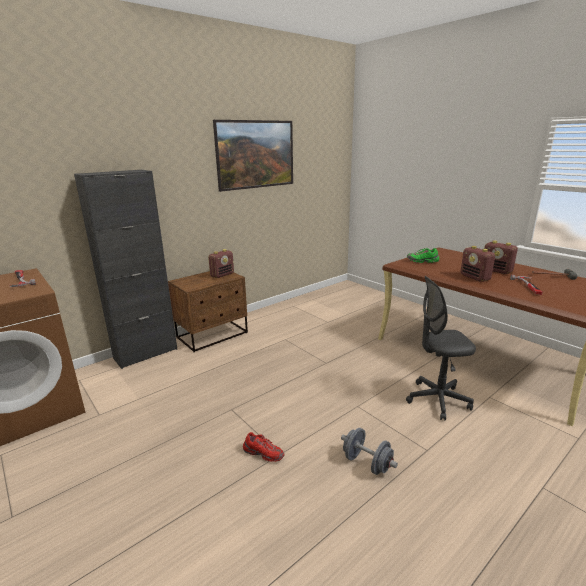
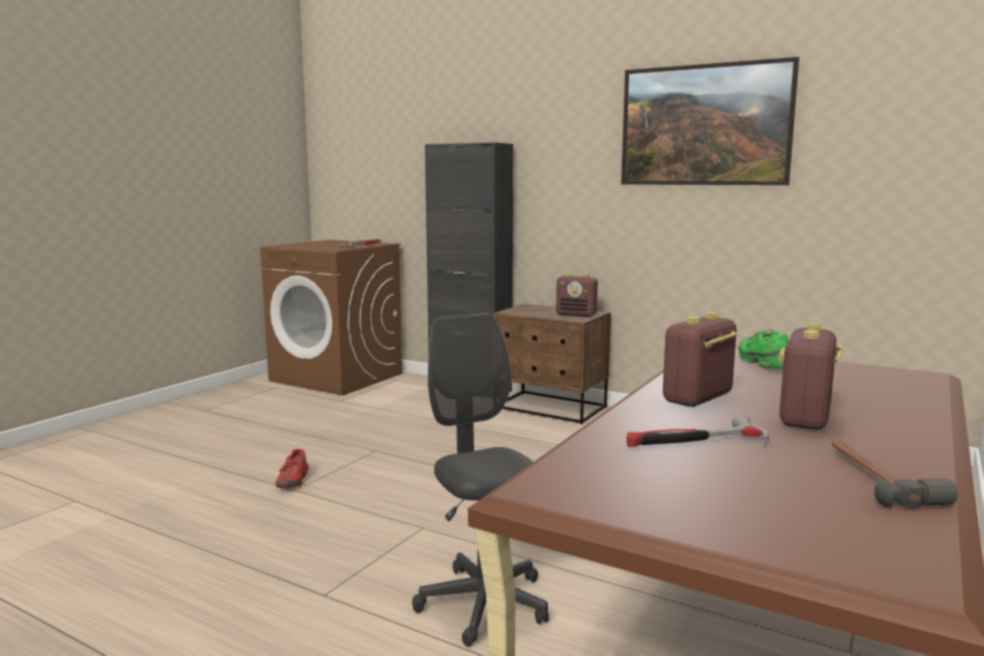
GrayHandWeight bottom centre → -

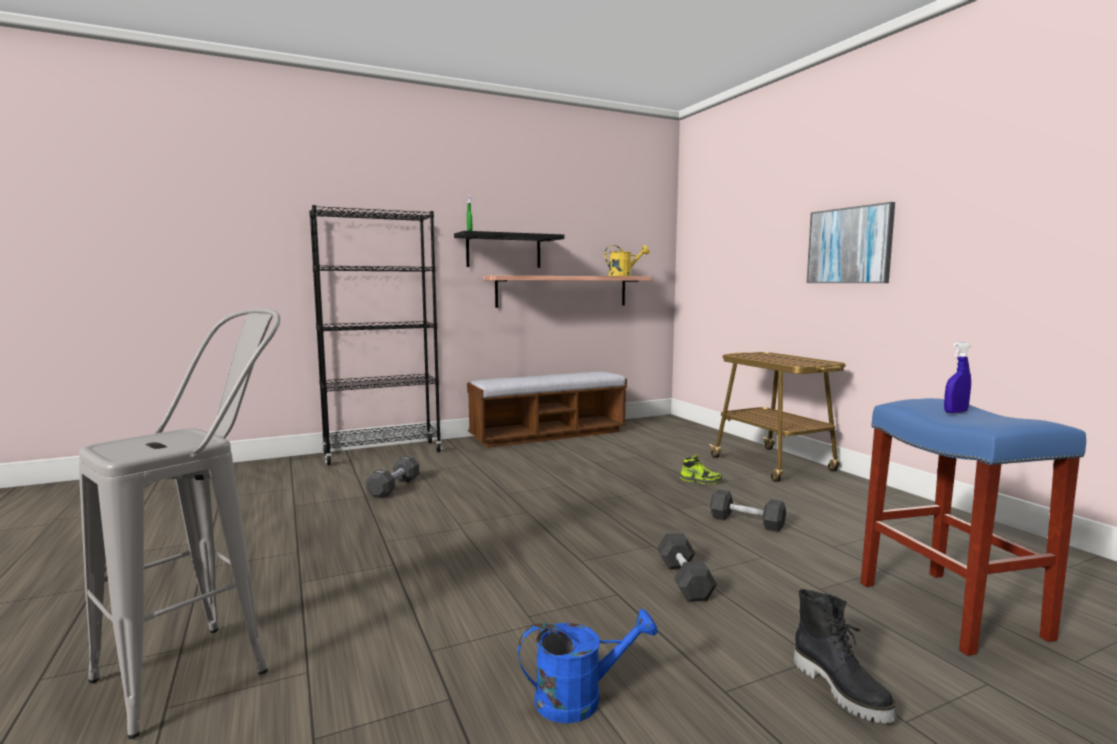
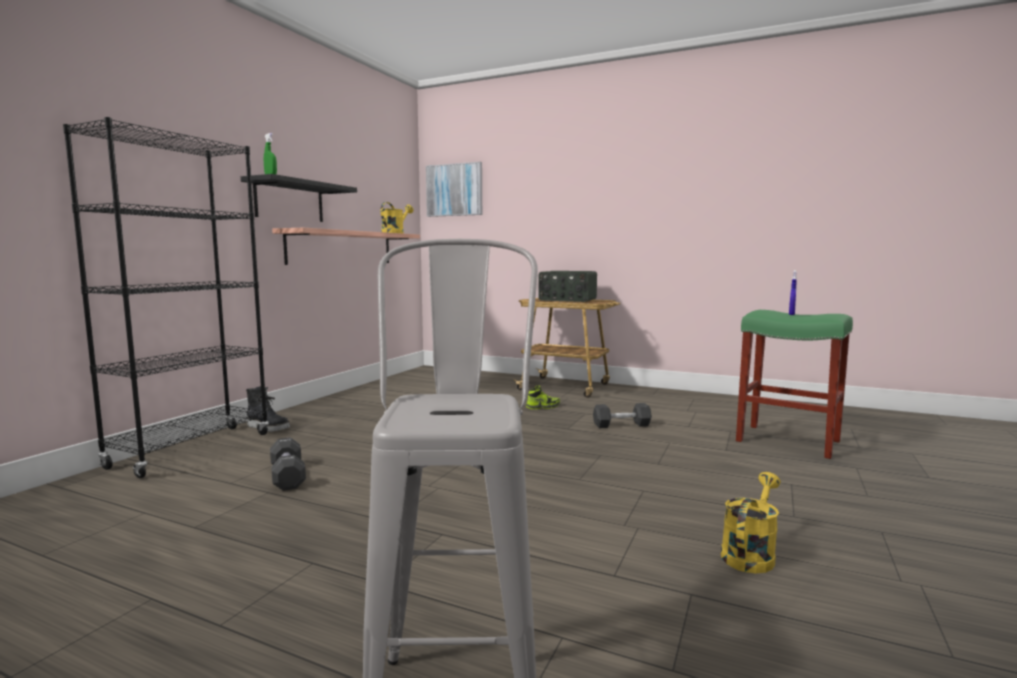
Picture top right → Picture top centre, moved
IndoorBench centre → -
BlueColouredStoolSeat bottom right → GreenishStoolSeat middle right
BlackishHandWeight (2nd from left) bottom centre → -
BlackishTallBoot bottom right → BlackishTallBoot middle left, moved
BlueColouredSprinklingCan bottom centre → YellowSprinklingCan (2nd from left) bottom right
- → RadioReceiver centre

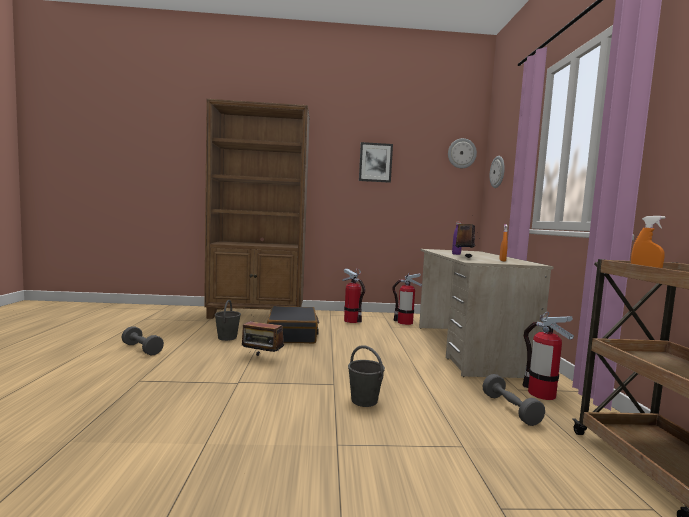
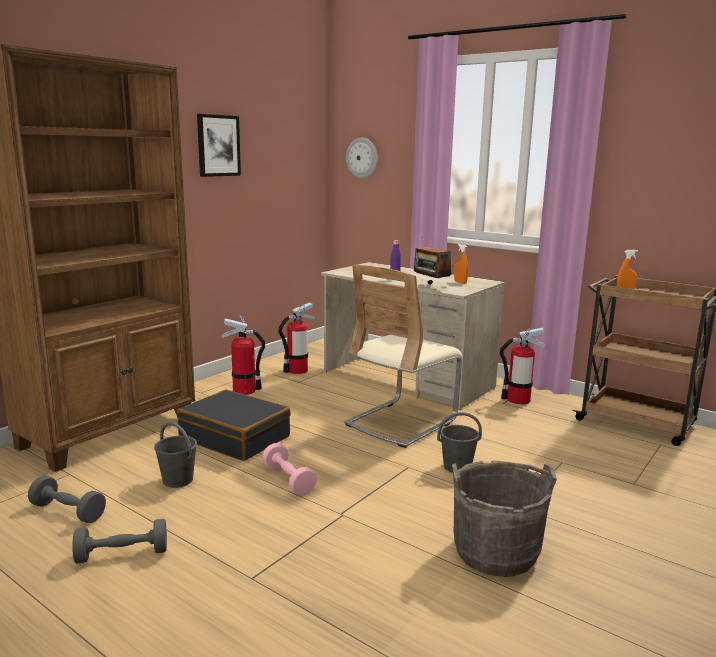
WallClock (1st from left) top right → -
RadioReceiver (1st from left) centre → PinkishHandWeight bottom centre
GrayHandWeight (2nd from left in the first image) bottom right → GrayHandWeight (1st from left) bottom left, moved
- → BeigeColouredPlainChair centre
- → GrayPail (3rd from left) bottom right

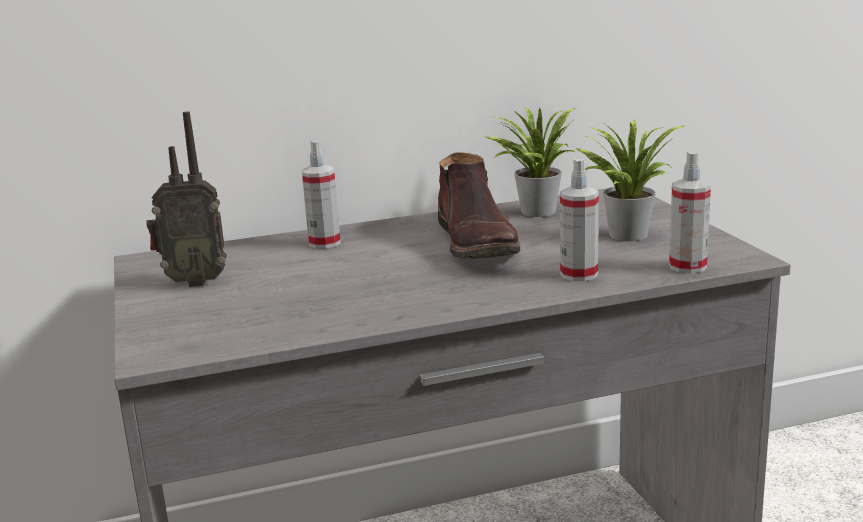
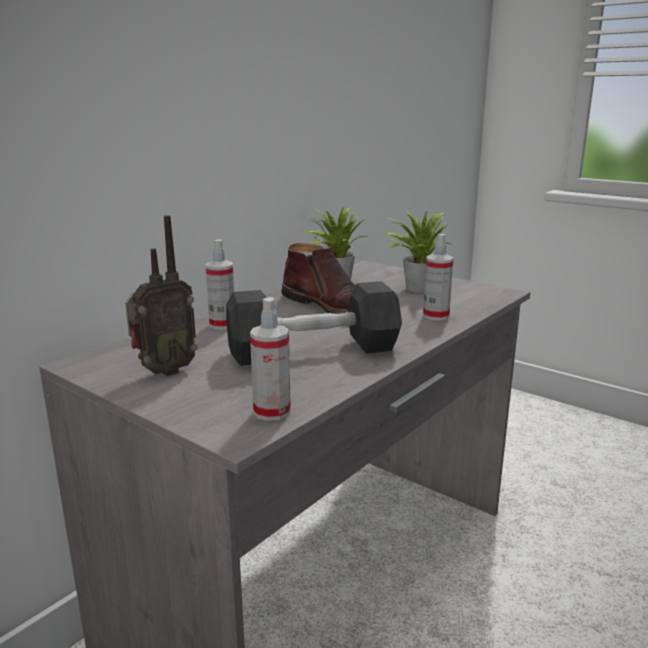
HandSprayer (3rd from left in the first image) middle right → HandSprayer (2nd from left) centre, moved
- → BlackishHandWeight centre

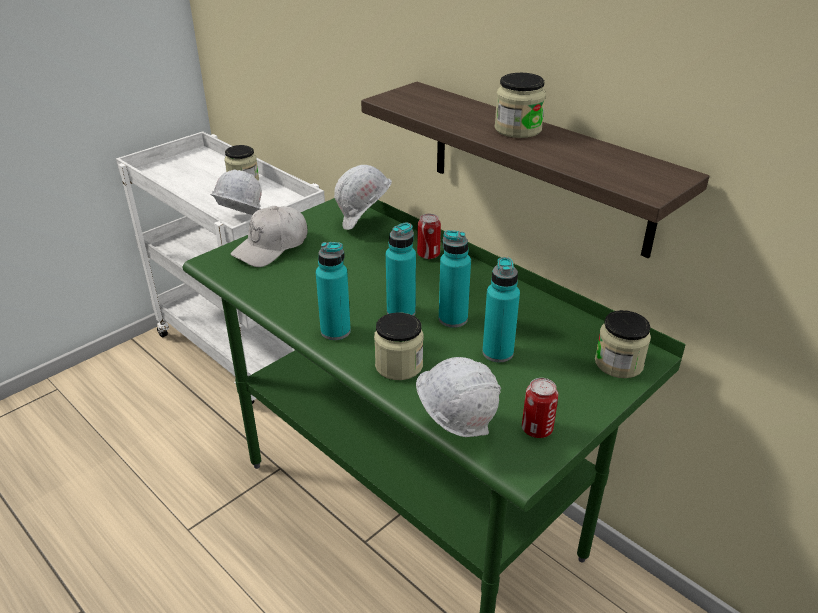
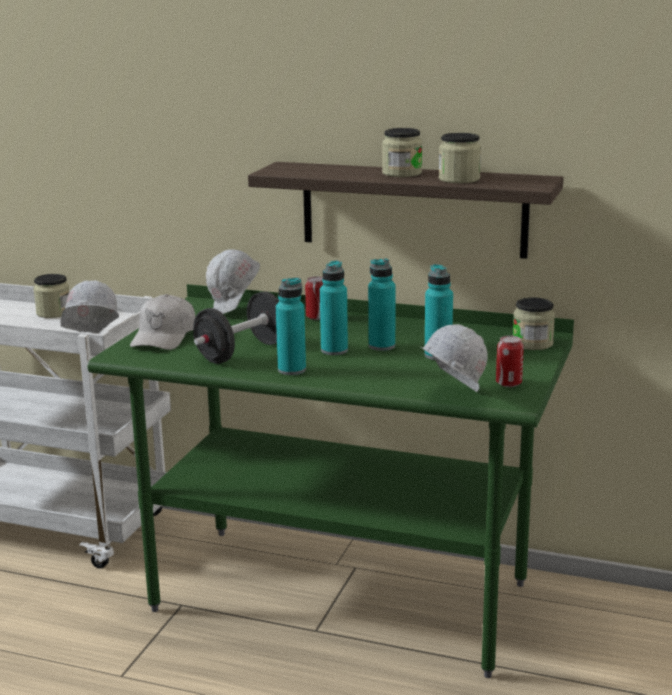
PreserveJar (2nd from left in the first image) centre → PreserveJar (3rd from left) top right, moved
- → BlackishHandWeight centre

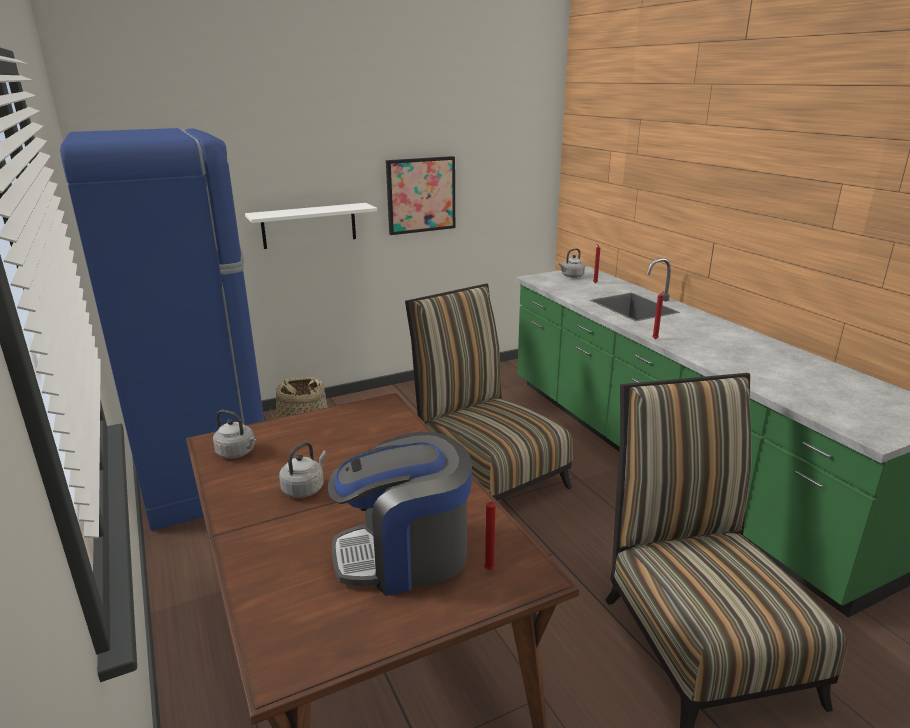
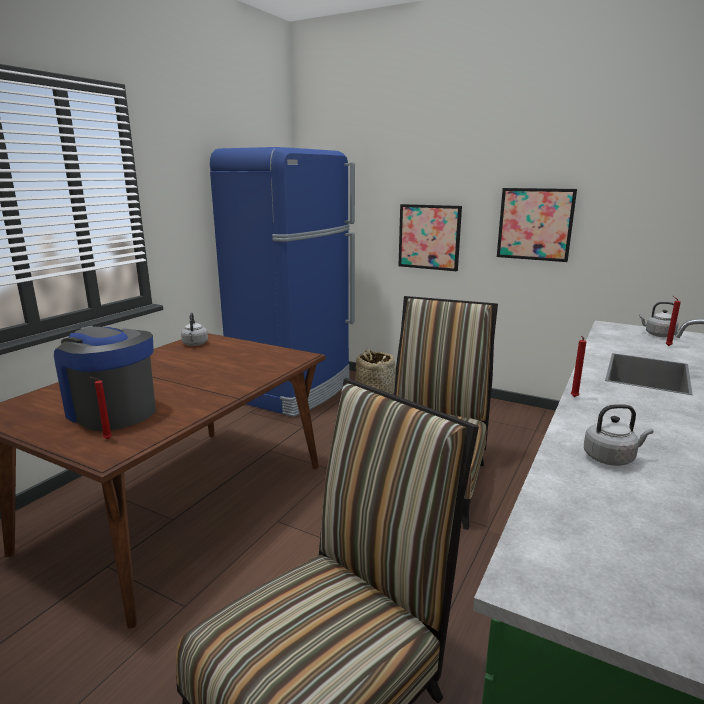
WhiteShelf top centre → Picture (1st from left) centre
GrayTeaKettle (2nd from left) middle left → GrayTeaKettle (2nd from left) middle right, moved

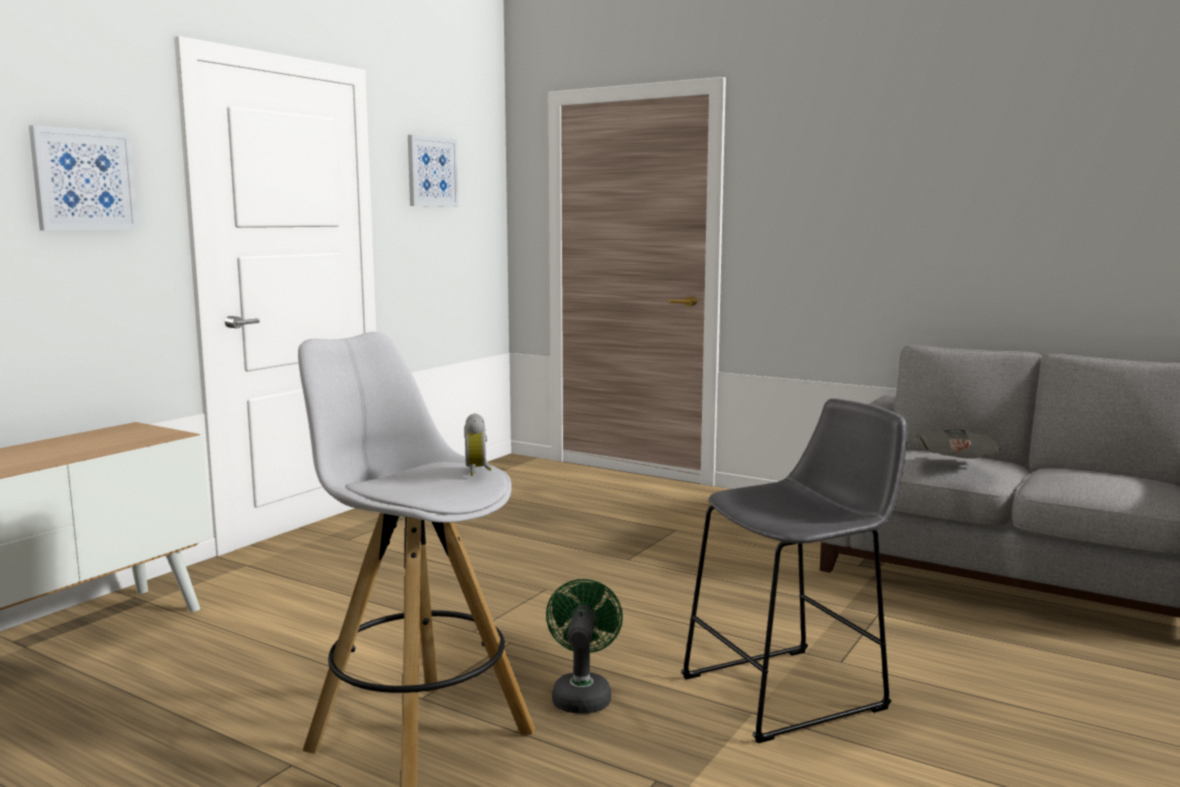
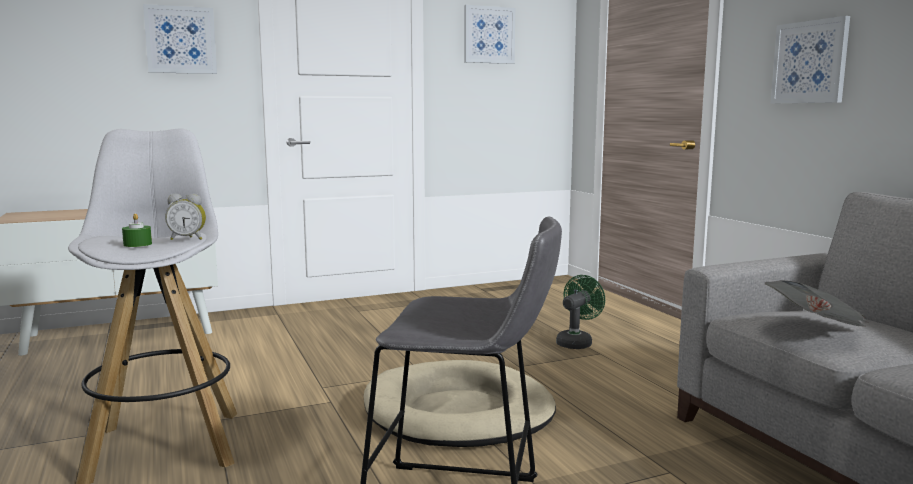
TableClock centre → TableClock middle left, 120 degrees counterclockwise
GreenishElectricFan bottom centre → GreenishElectricFan centre, moved
- → Picture (3rd from left) top right
- → GreenishWaxLight middle left
- → BeigeColouredDogBed bottom centre

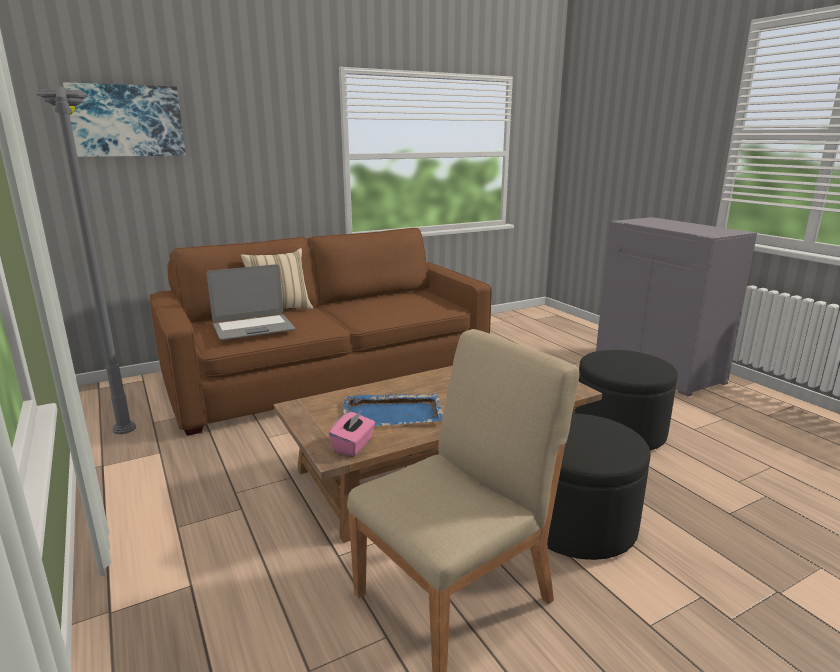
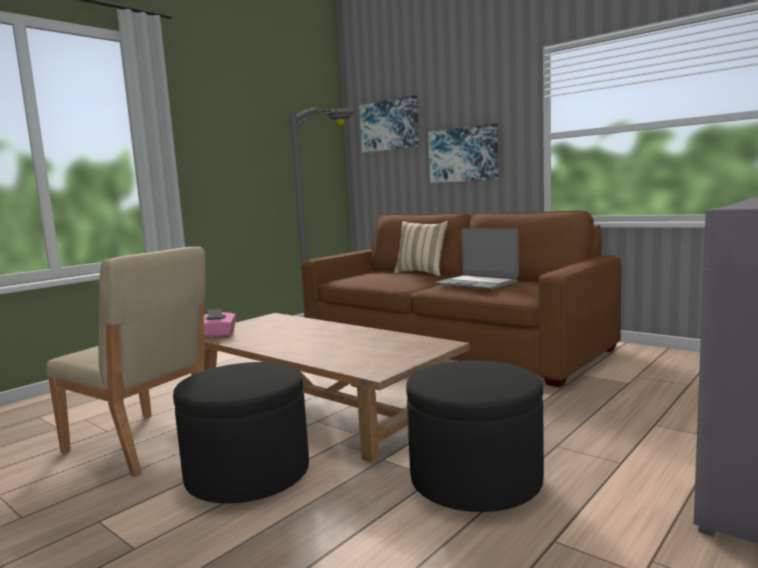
Laptop middle left → Laptop centre, moved
BlueColouredTray centre → -
- → Picture (2nd from left) top centre

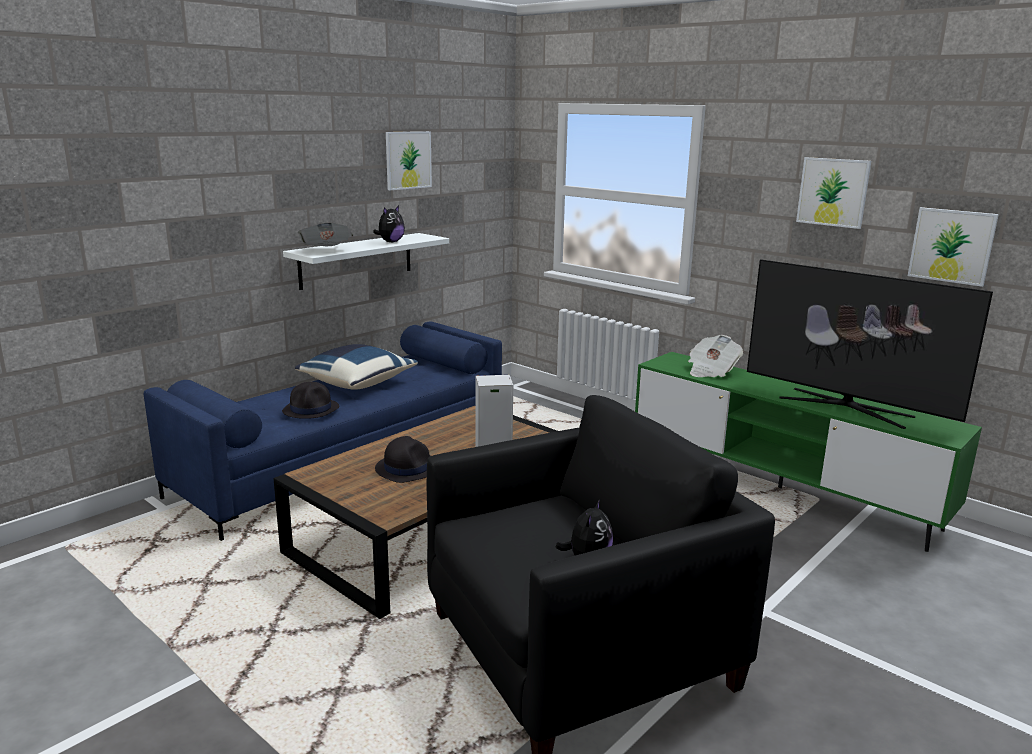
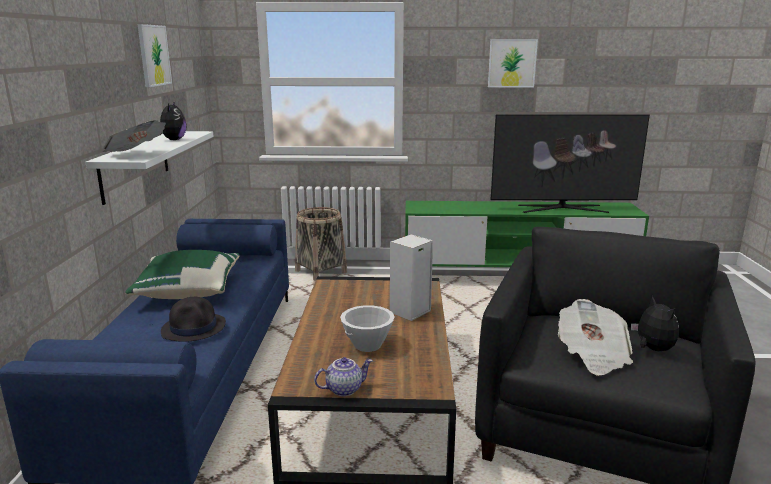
Picture (3rd from left) top right → -
Newspaper (2nd from left) middle right → Newspaper (2nd from left) bottom right, moved
BlueColouredThrowPillow centre → GreenishThrowPillow middle left
BlackishWearableHat (2nd from left) centre → WhiteDeepDish bottom centre
- → Basket centre
- → PotForTea bottom centre

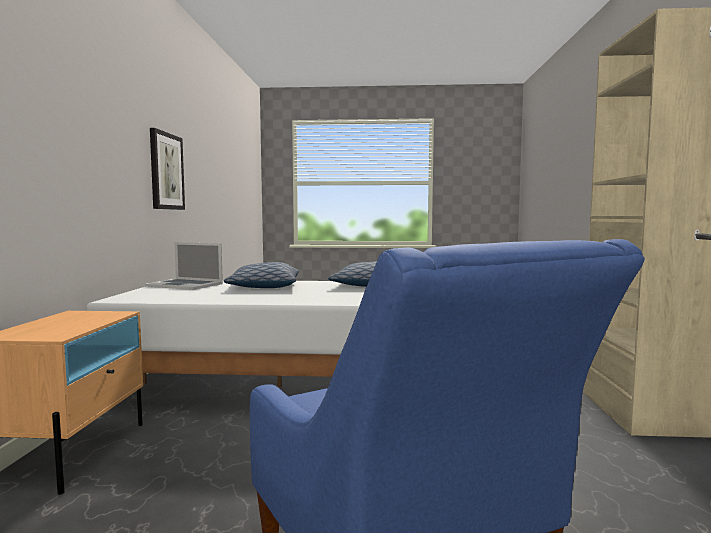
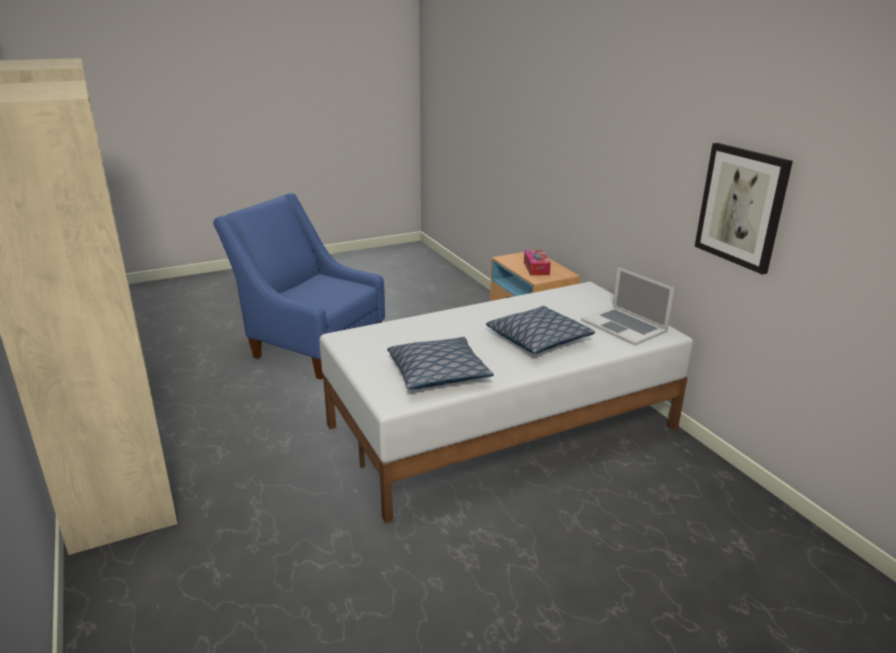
Laptop middle left → Laptop middle right, 120 degrees counterclockwise
- → BoxOfTissues centre

